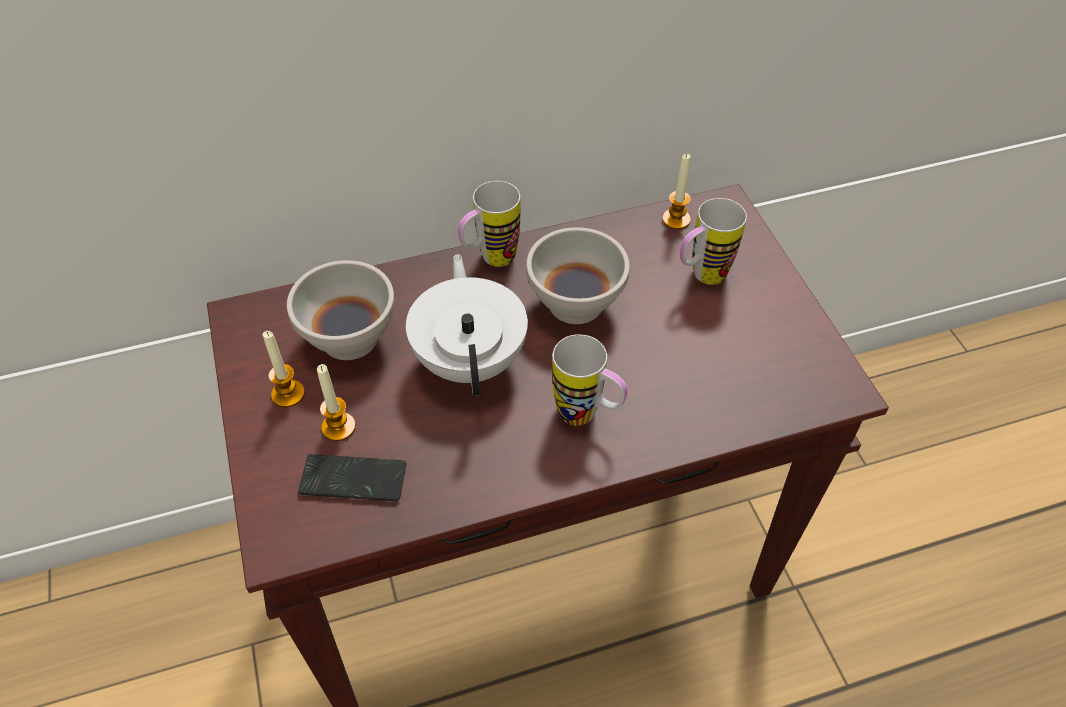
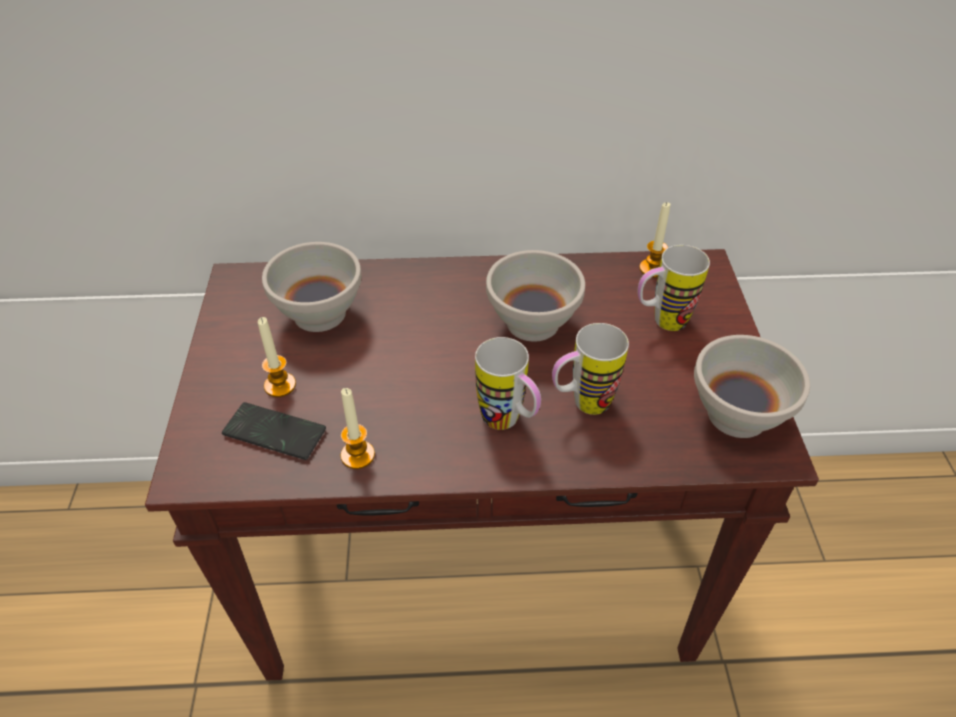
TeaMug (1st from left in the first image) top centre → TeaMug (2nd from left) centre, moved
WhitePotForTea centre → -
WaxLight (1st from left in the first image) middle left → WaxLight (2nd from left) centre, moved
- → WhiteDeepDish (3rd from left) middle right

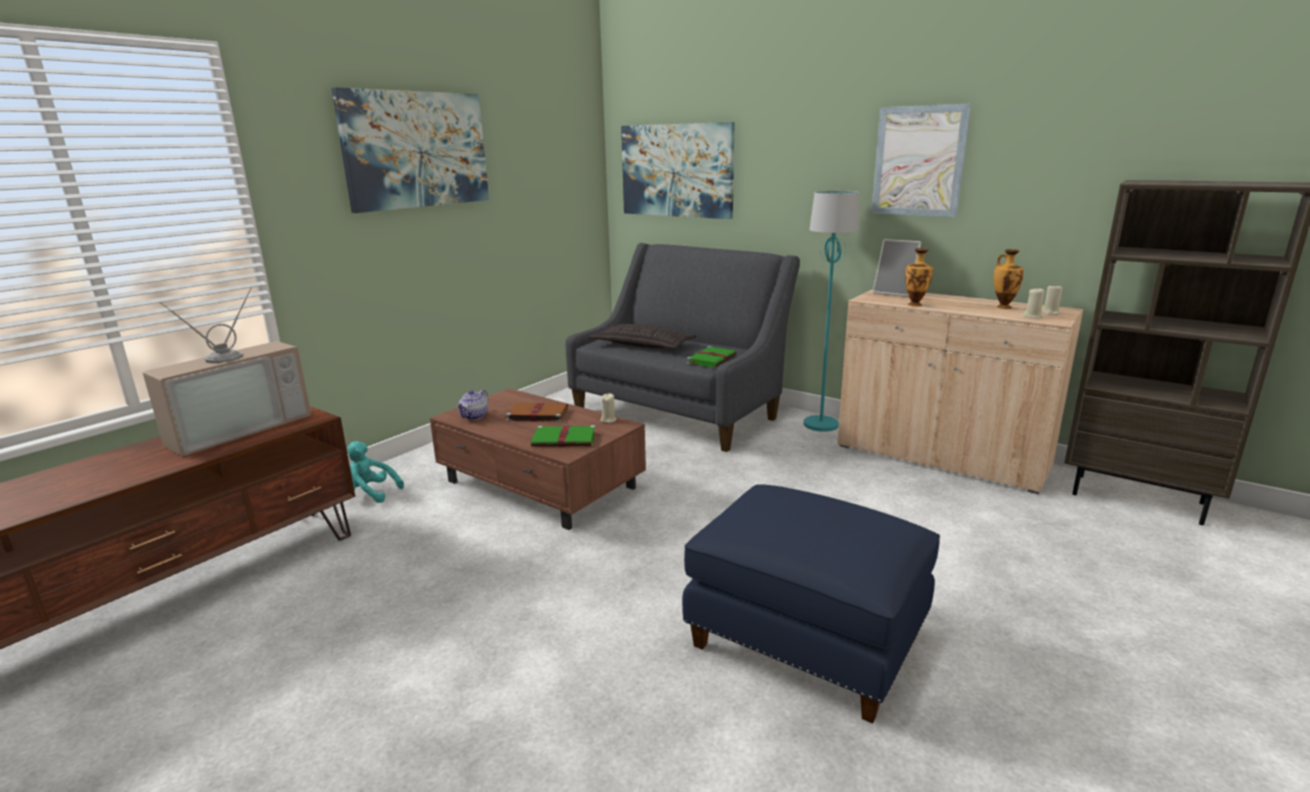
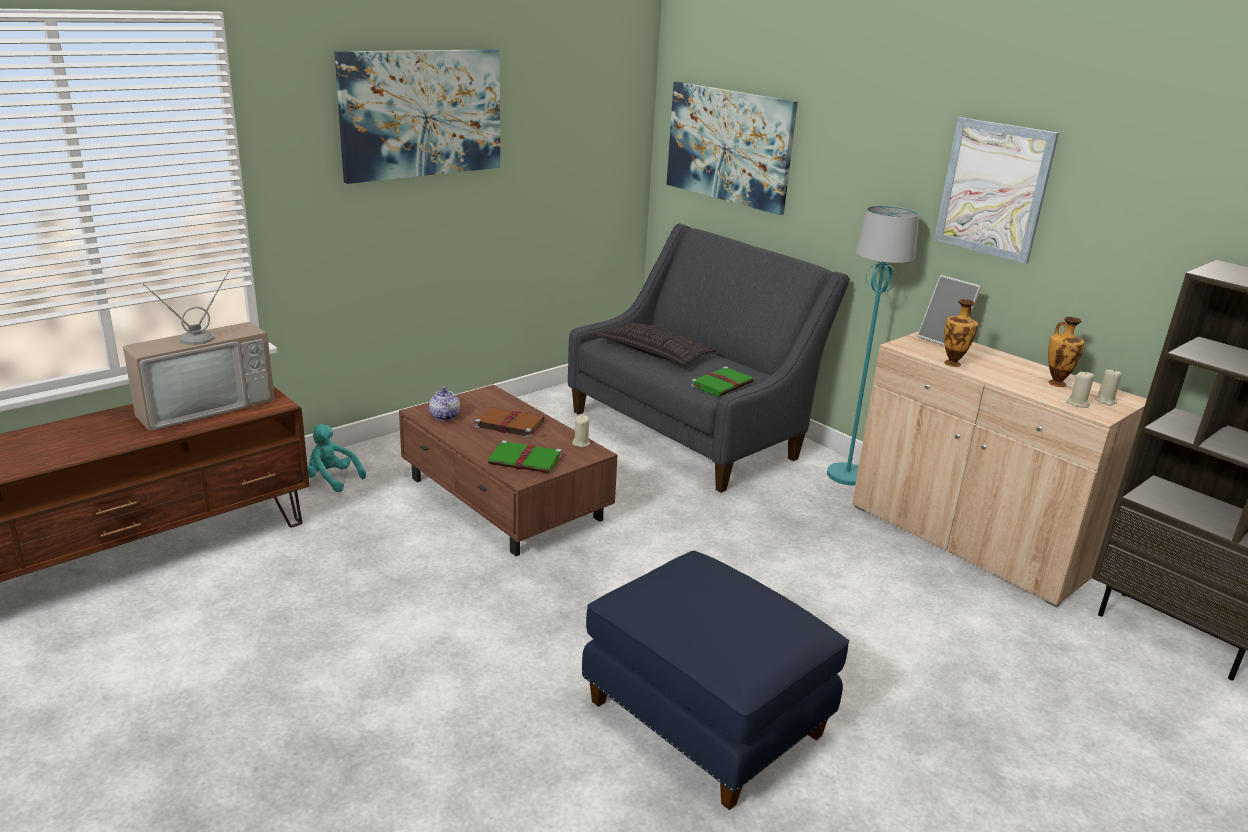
PotForTea centre, 135 degrees clockwise

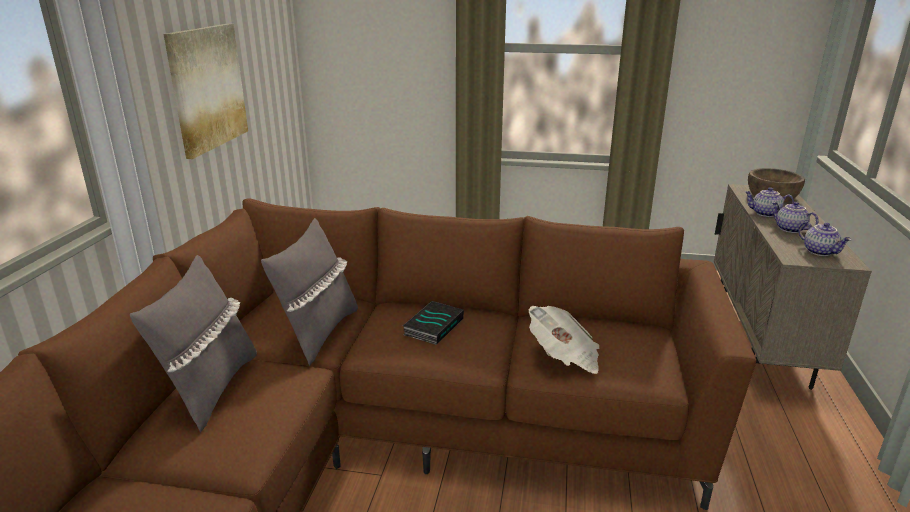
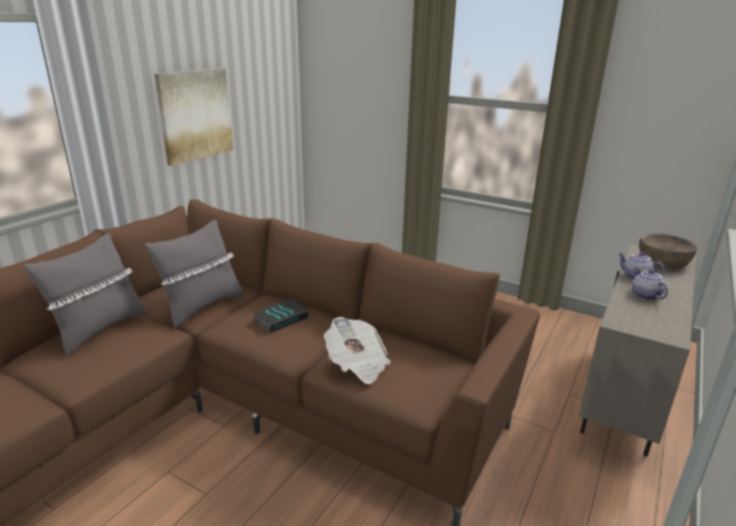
PotForTea (3rd from left) middle right → -

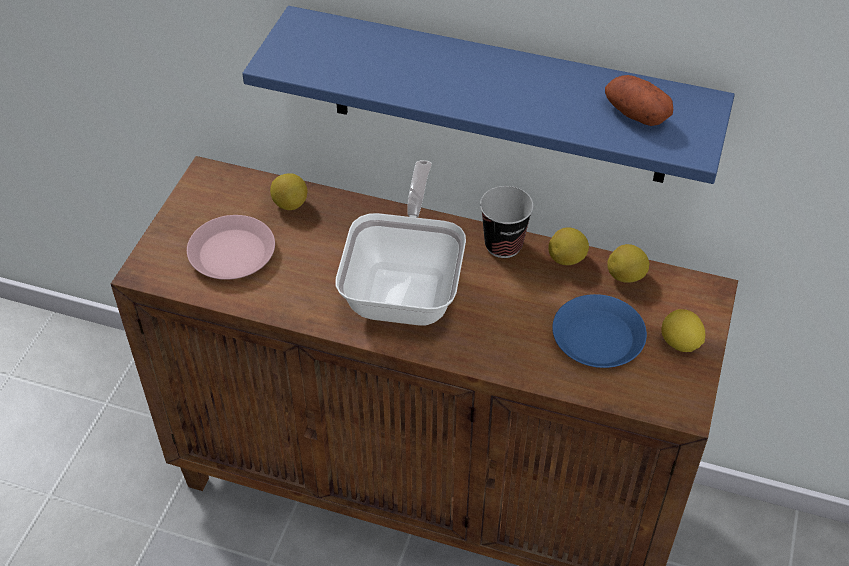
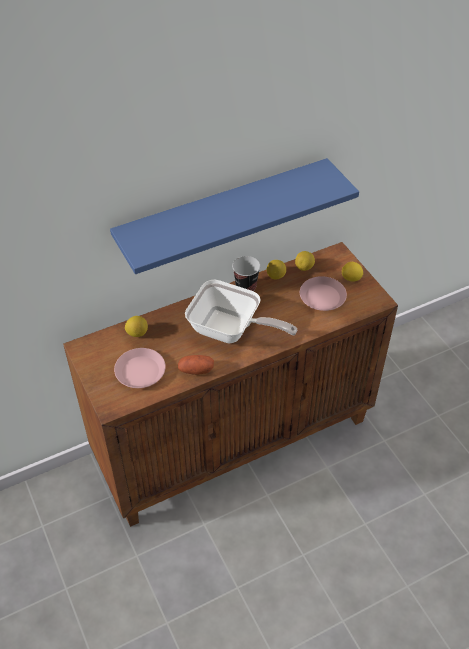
WholePotato top right → WholePotato centre, moved
FryingPan centre, 150 degrees clockwise
BlueColouredPlate middle right → PinkishPlate (2nd from left) middle right

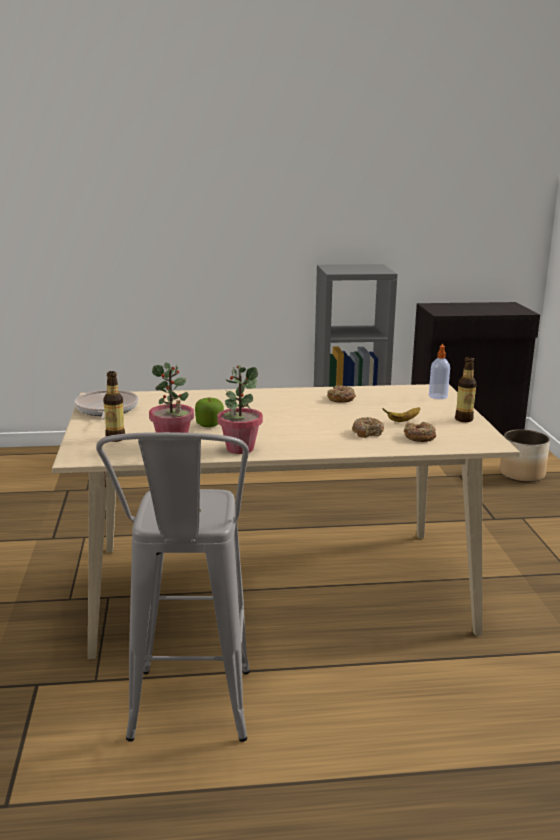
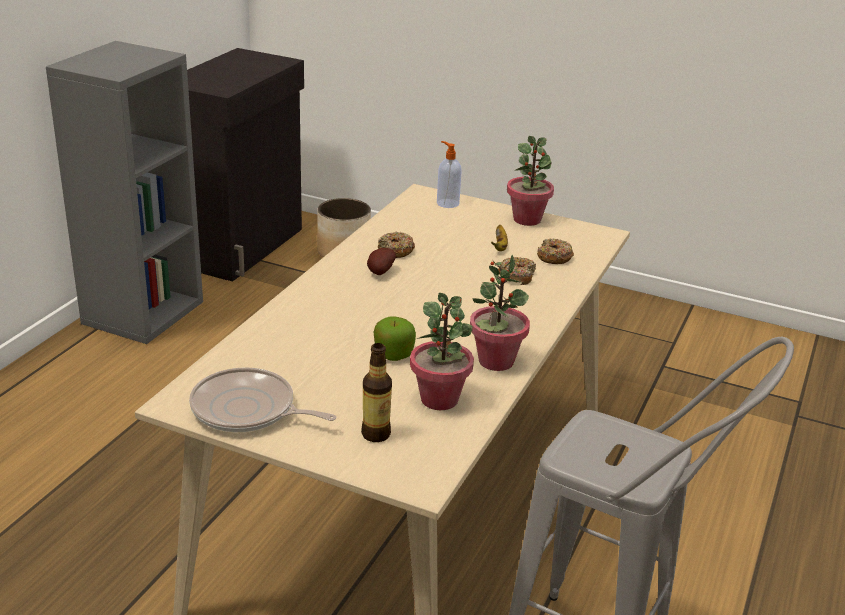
DrinkBottle (2nd from left) middle right → PlantInAPot (3rd from left) top centre
- → WholePotato centre

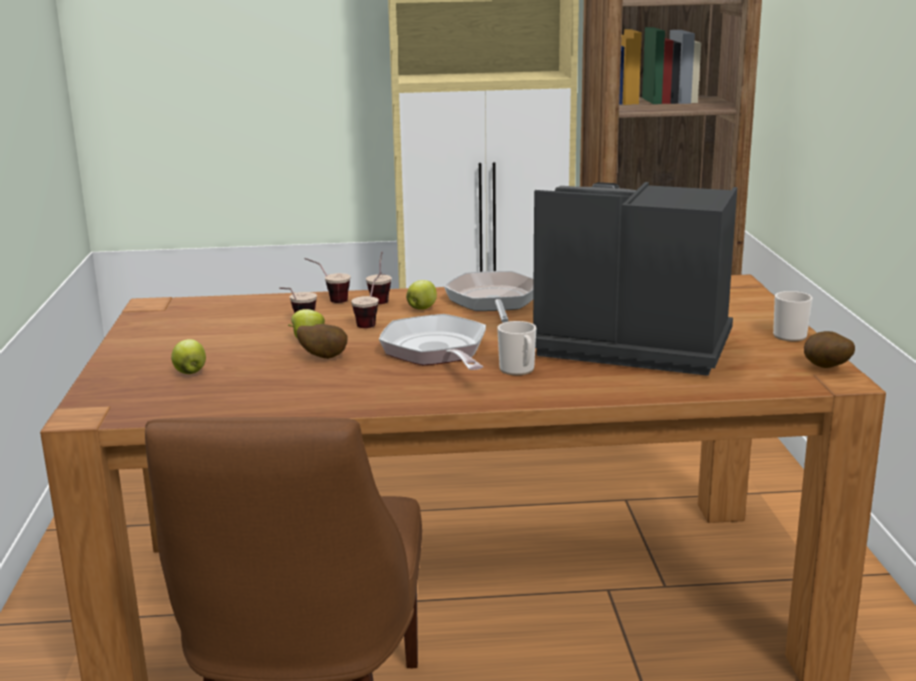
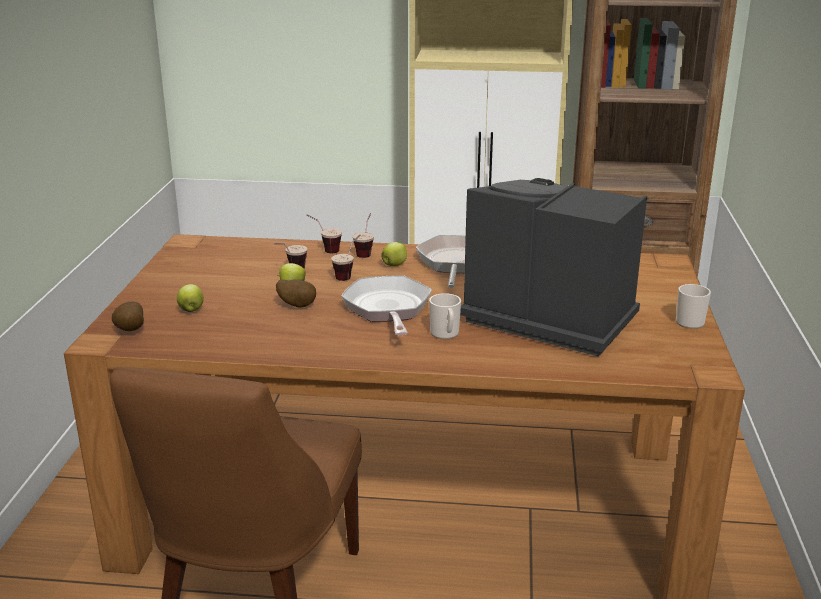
WholePotato (2nd from left in the first image) middle right → WholePotato (1st from left) middle left, moved

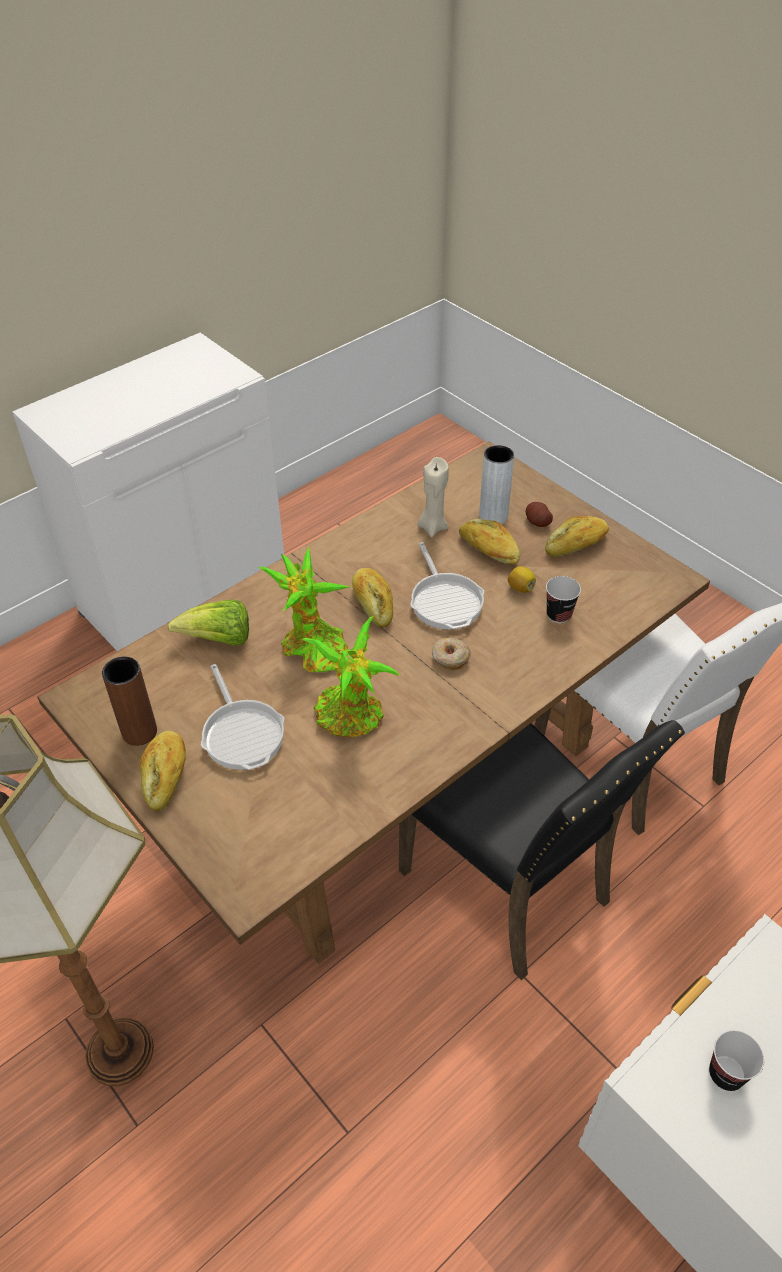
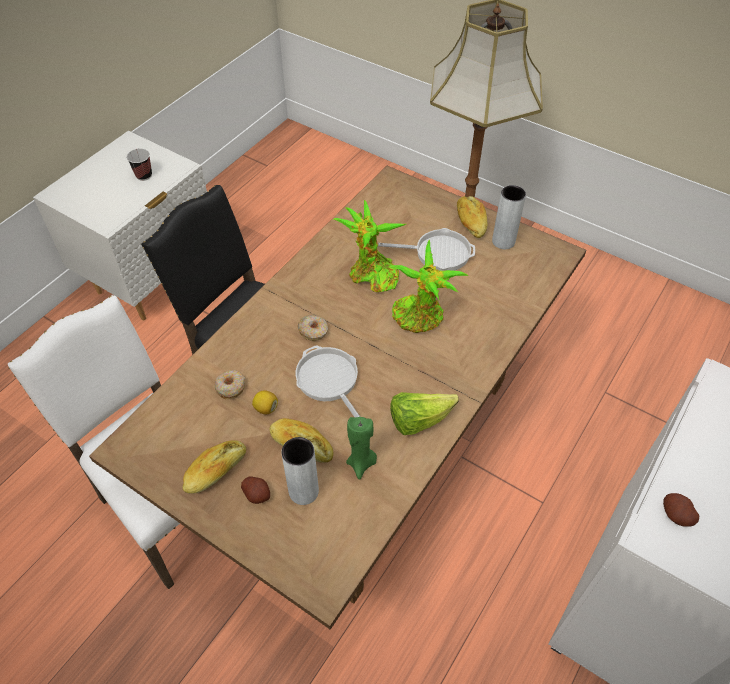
BeigeColouredWaxLight centre → GreenishWaxLight centre
BakeryBread (2nd from left) centre → -
Cup (1st from left) middle right → Donut (1st from left) middle left
Lettuce middle left → Lettuce centre, moved
BrownFlowerVase middle left → GrayFlowerVase (2nd from left) top right
FryingPan (1st from left in the first image) middle left → FryingPan (2nd from left) centre, 135 degrees clockwise
- → WholePotato (2nd from left) bottom right

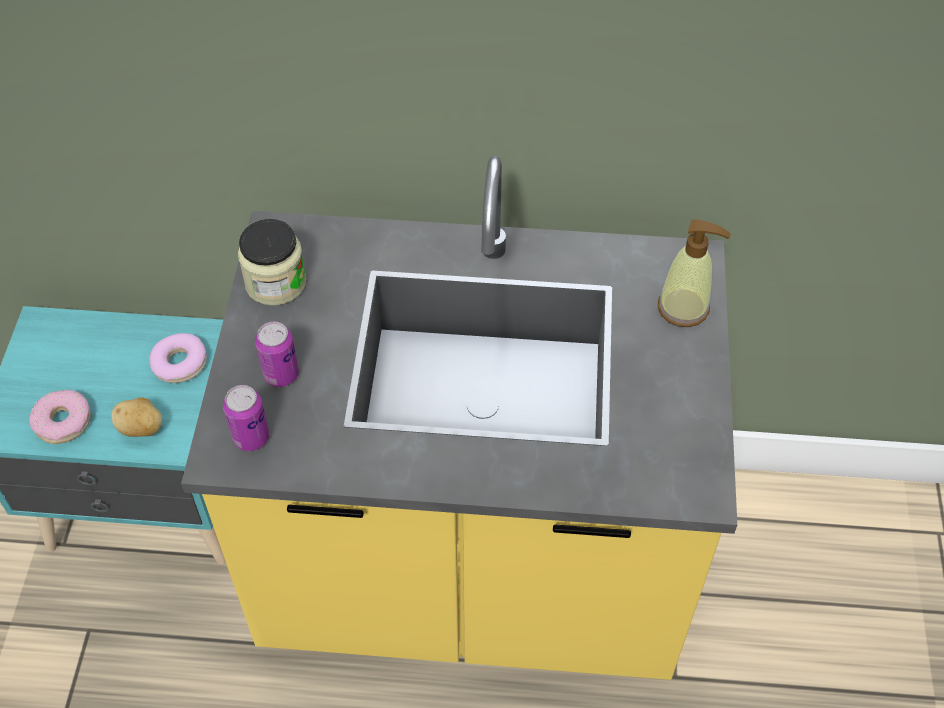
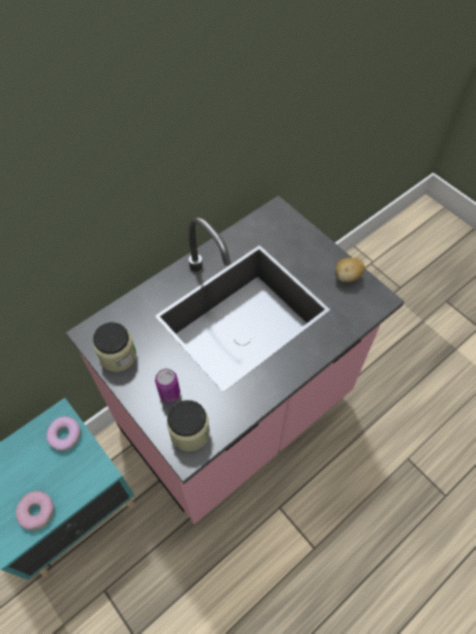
YellowCounter centre → PinkishCounter centre
LiquidSoapBottle middle right → -
SealedCan (1st from left) middle left → PreserveJar (2nd from left) bottom centre
WholePotato middle left → WholePotato middle right, moved

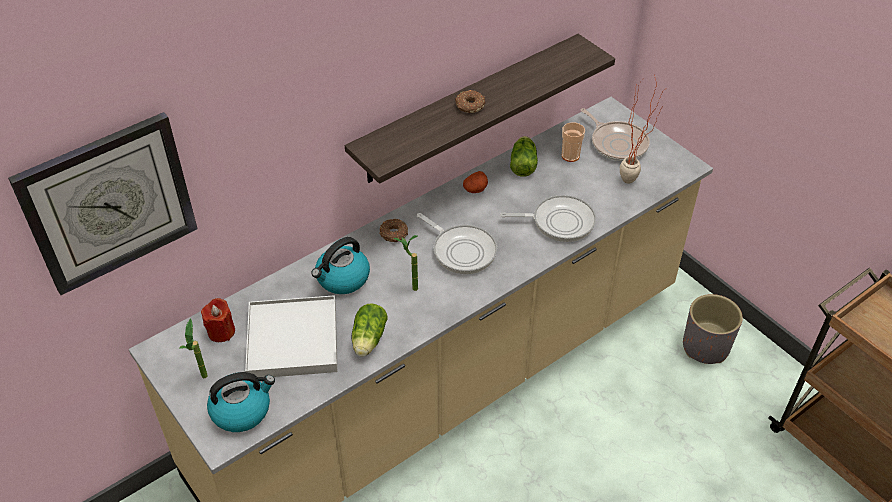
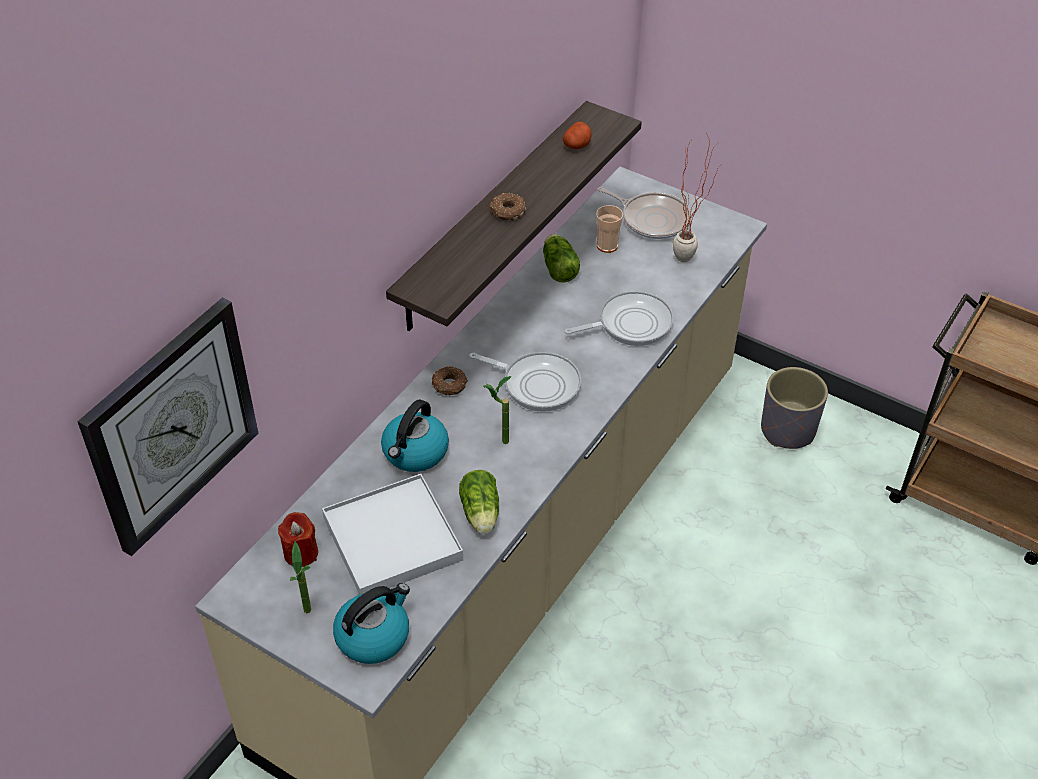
WholePotato centre → WholePotato top centre, moved

